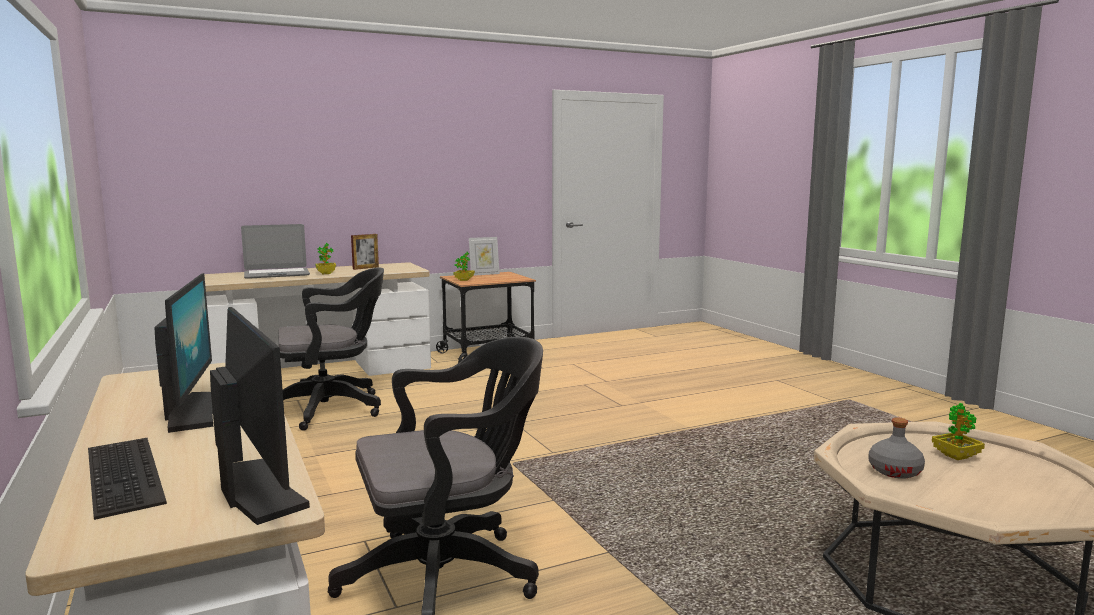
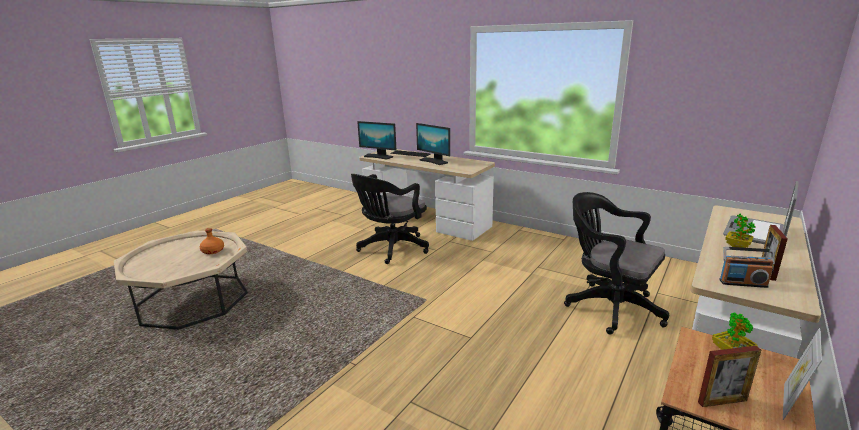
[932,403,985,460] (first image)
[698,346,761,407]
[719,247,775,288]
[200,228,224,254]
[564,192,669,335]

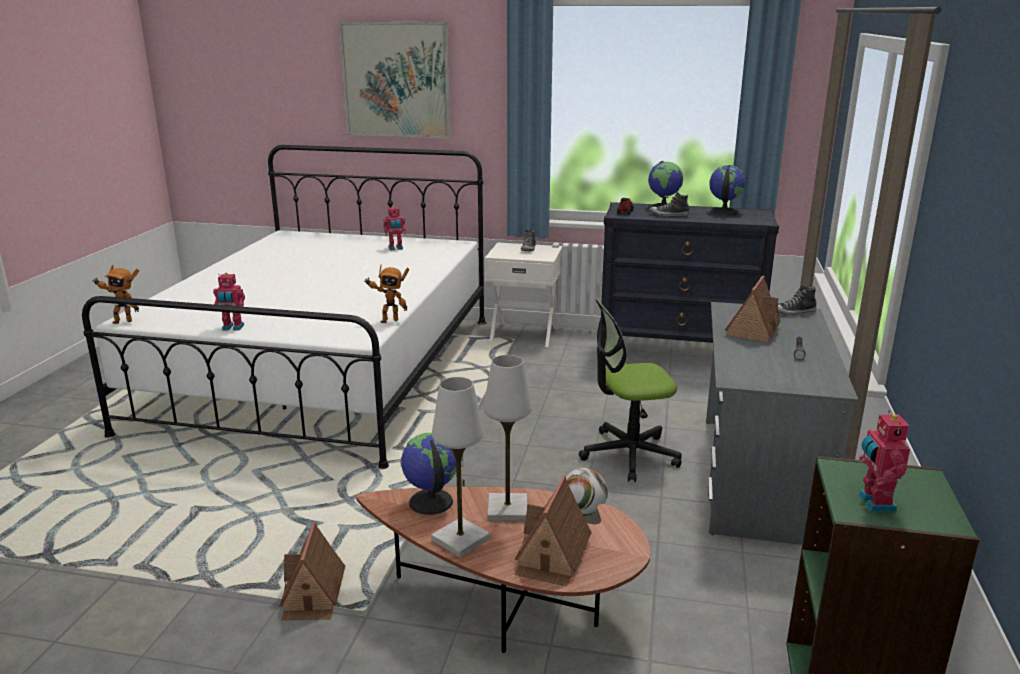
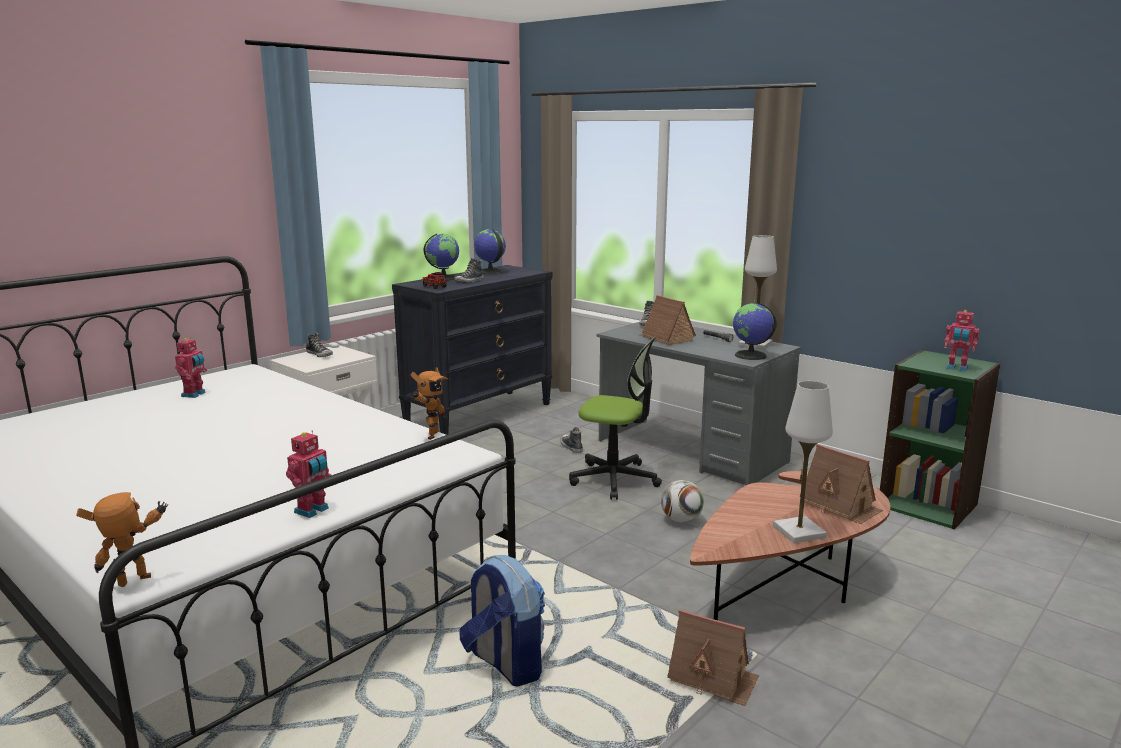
[339,22,451,138] (first image)
[459,555,545,687]
[560,427,583,453]
[733,303,777,360]
[739,235,777,350]
[76,492,168,587]
[569,337,662,500]

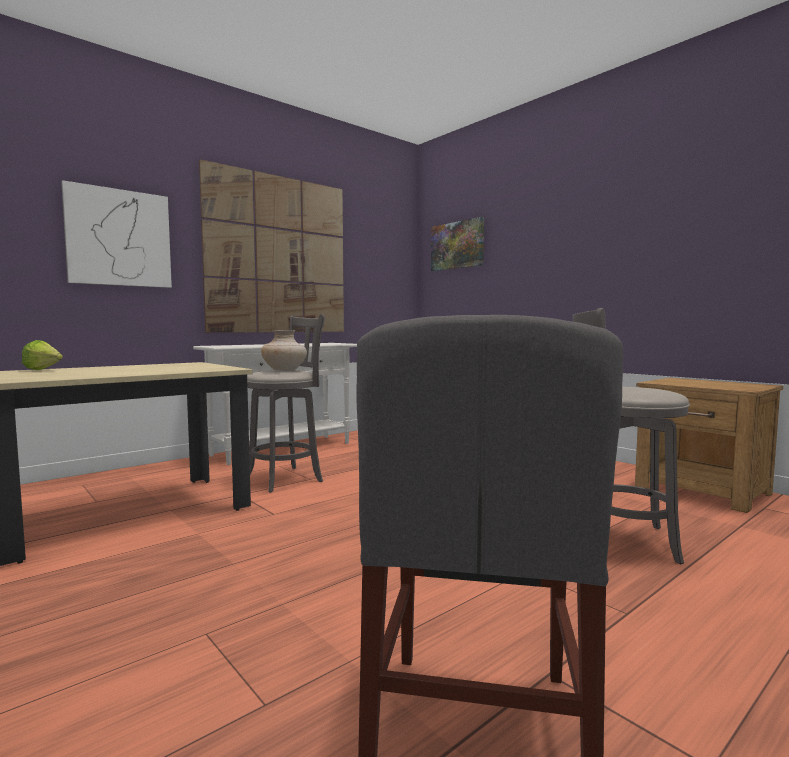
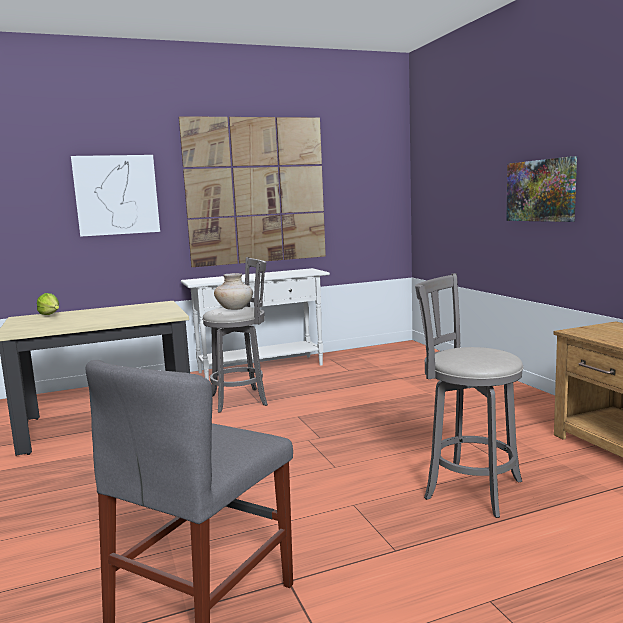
[506,156,577,222]

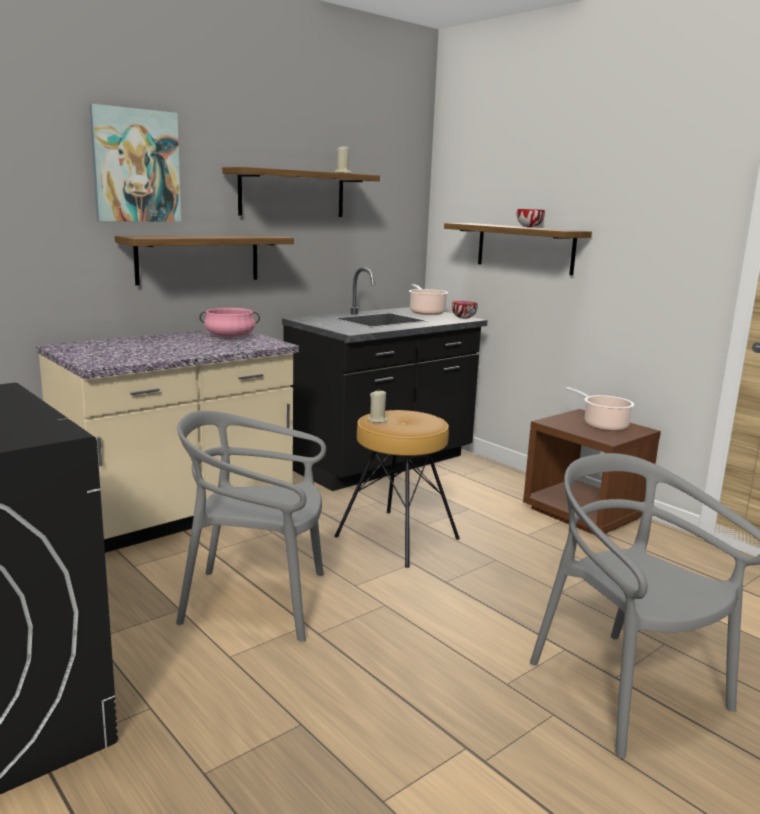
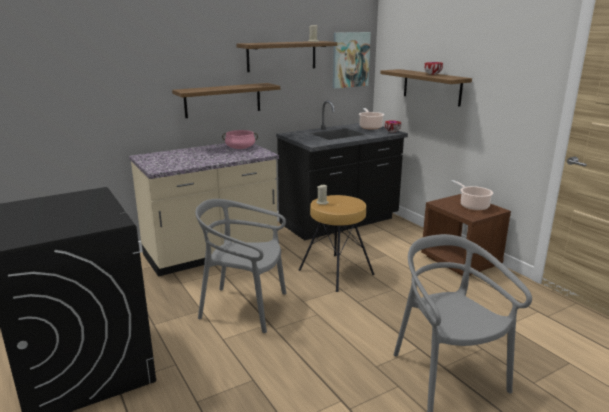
[333,32,371,89]

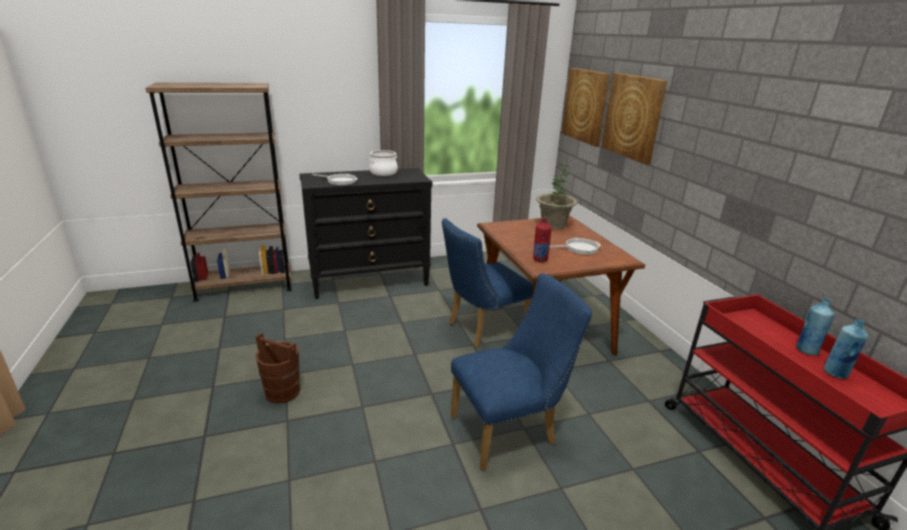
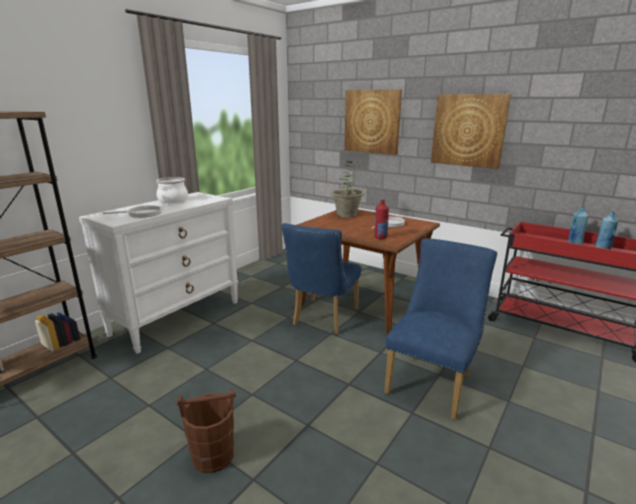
[431,94,511,169]
[79,192,238,354]

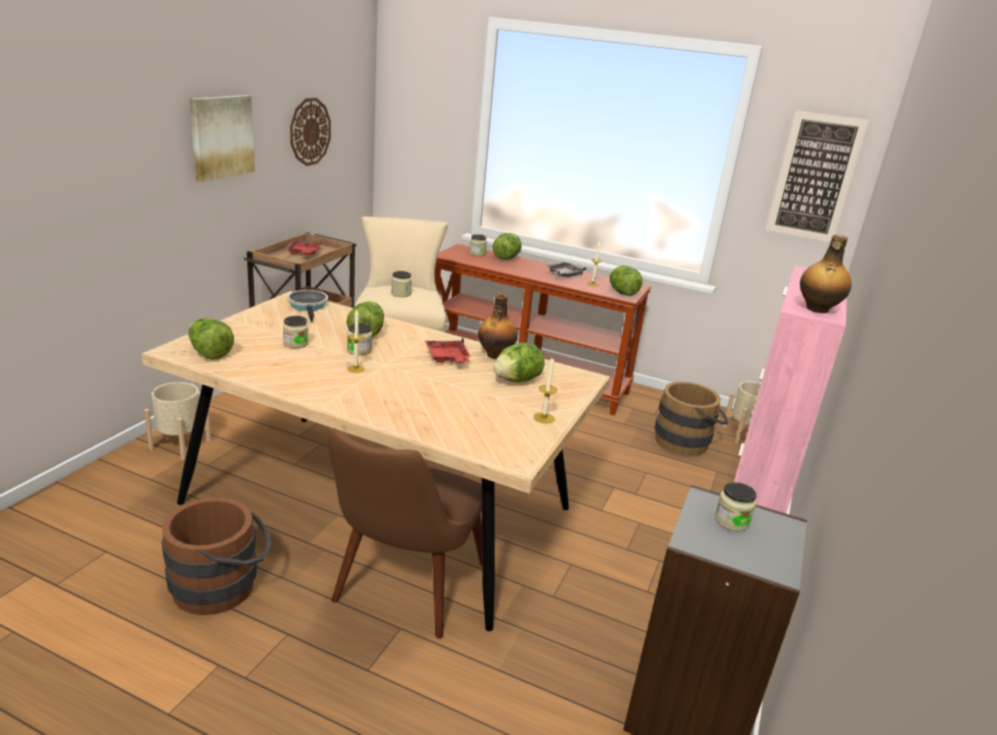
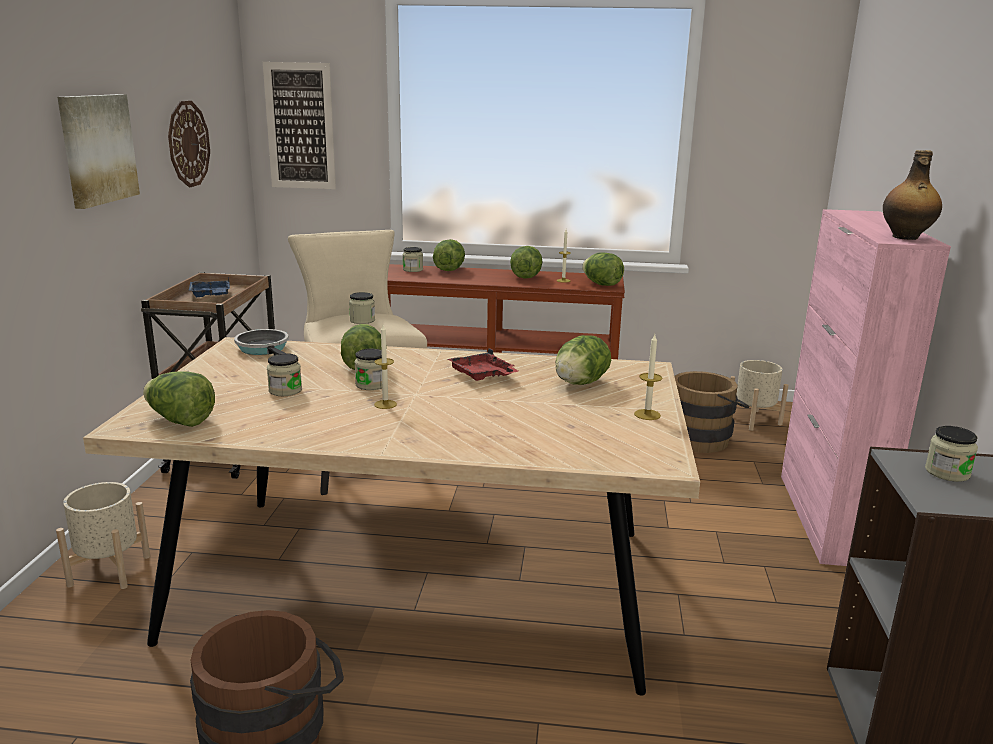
[328,428,482,639] (first image)
[478,293,518,359] (first image)
[263,62,336,189]
[510,246,543,279]
[189,278,230,297]

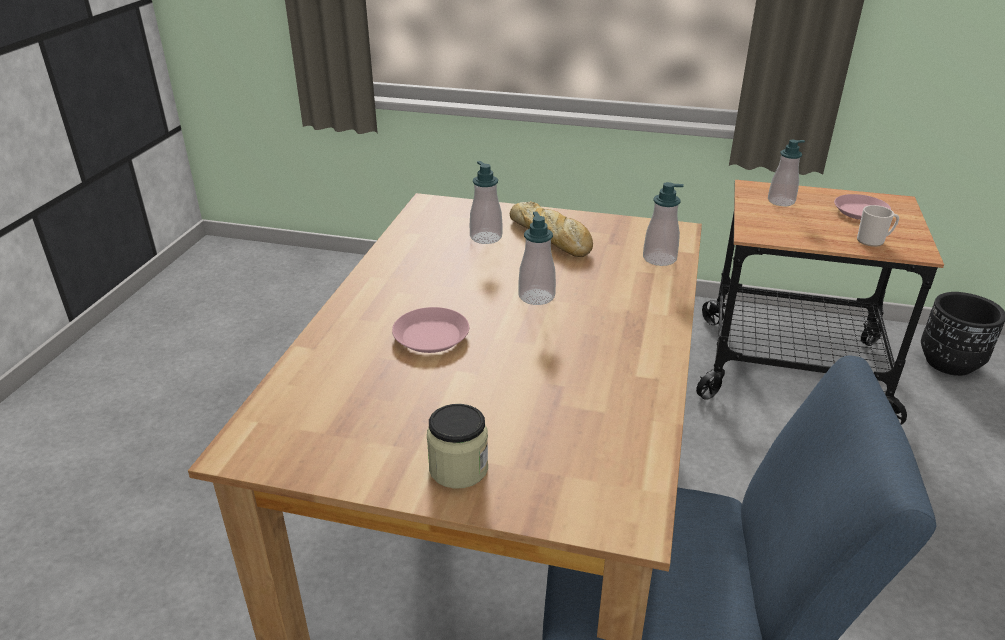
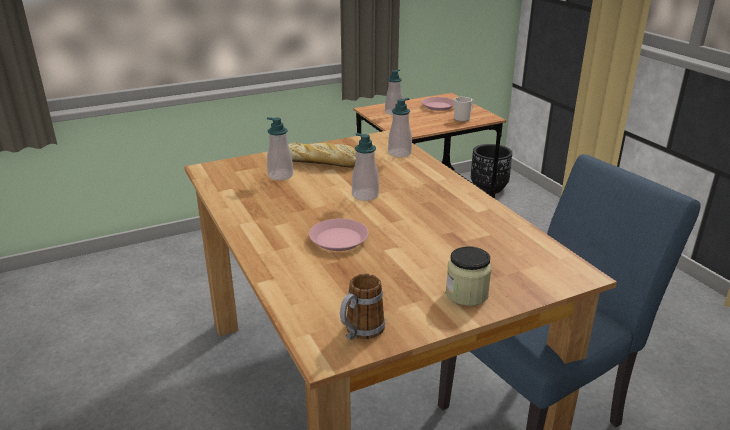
[340,274,385,340]

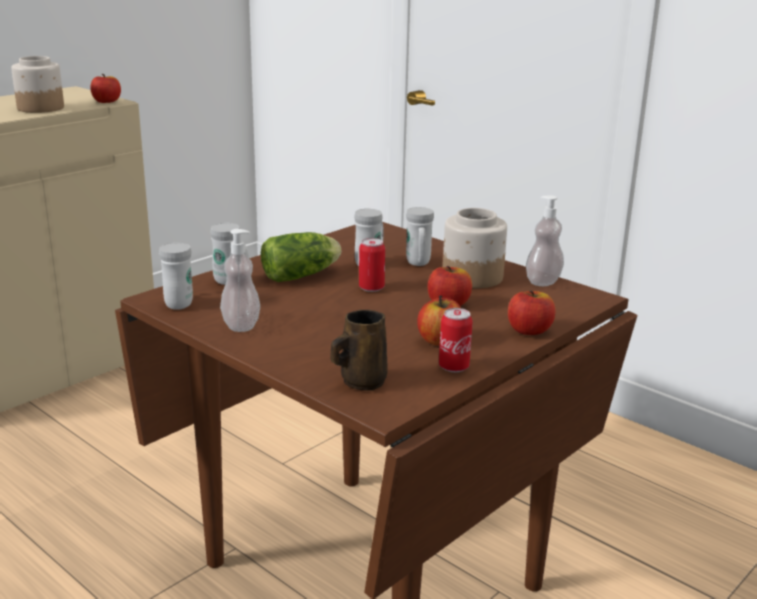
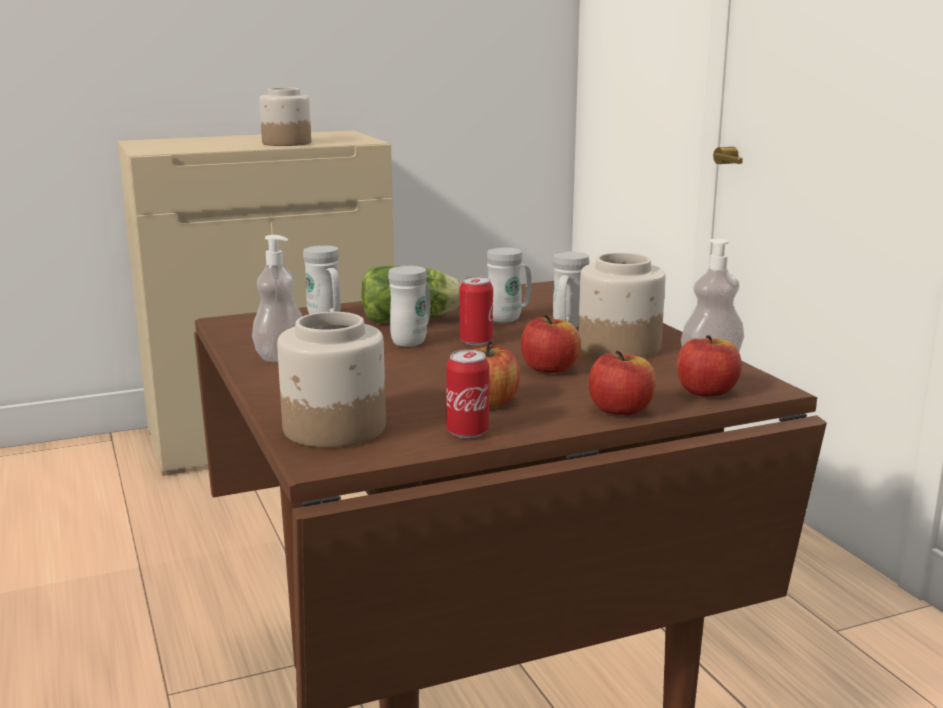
[676,335,742,397]
[388,266,430,347]
[277,312,386,448]

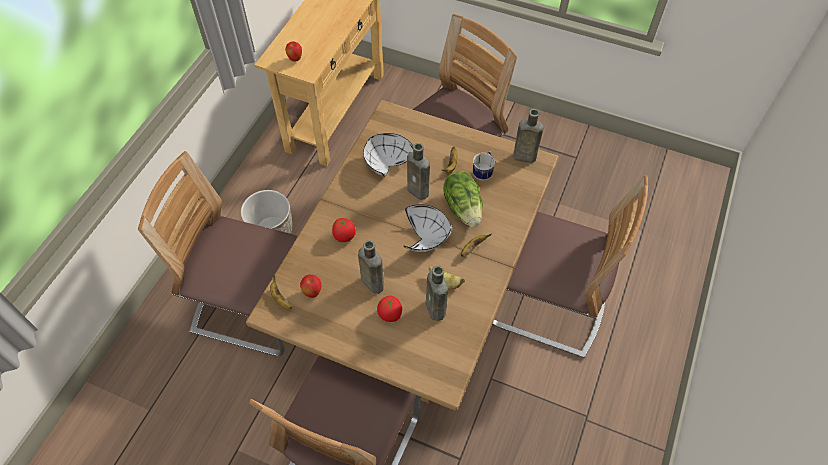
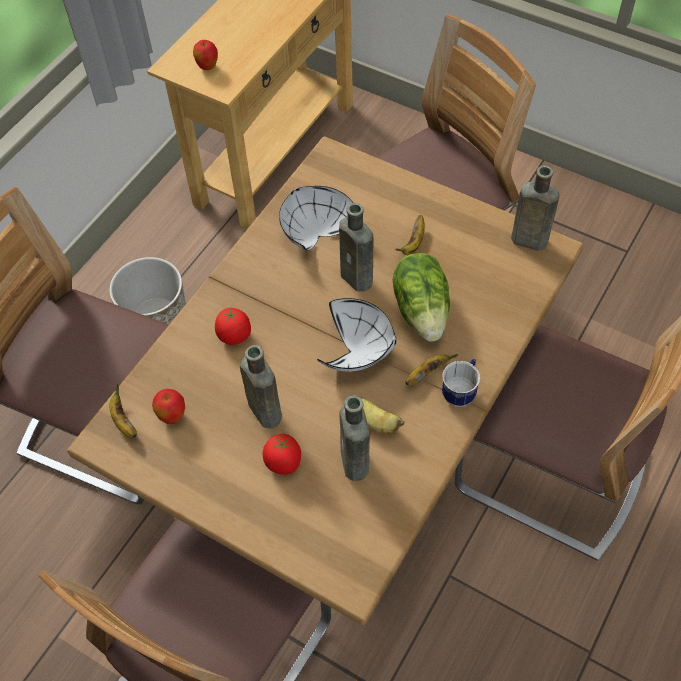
[442,359,480,407]

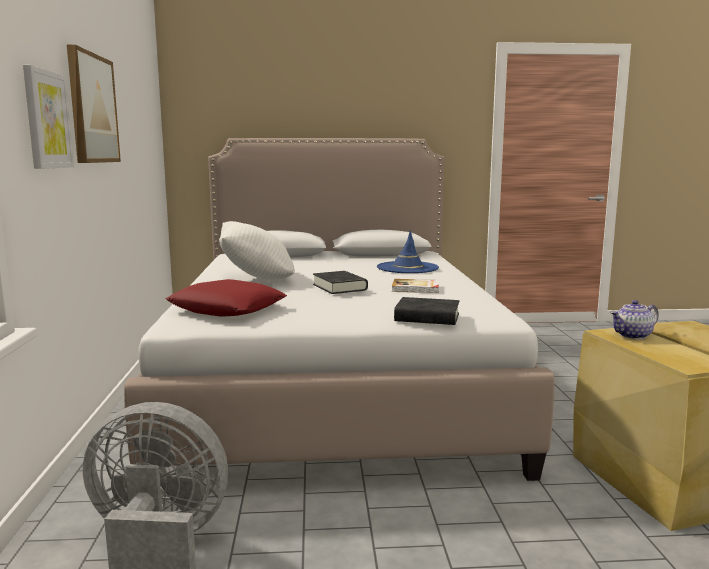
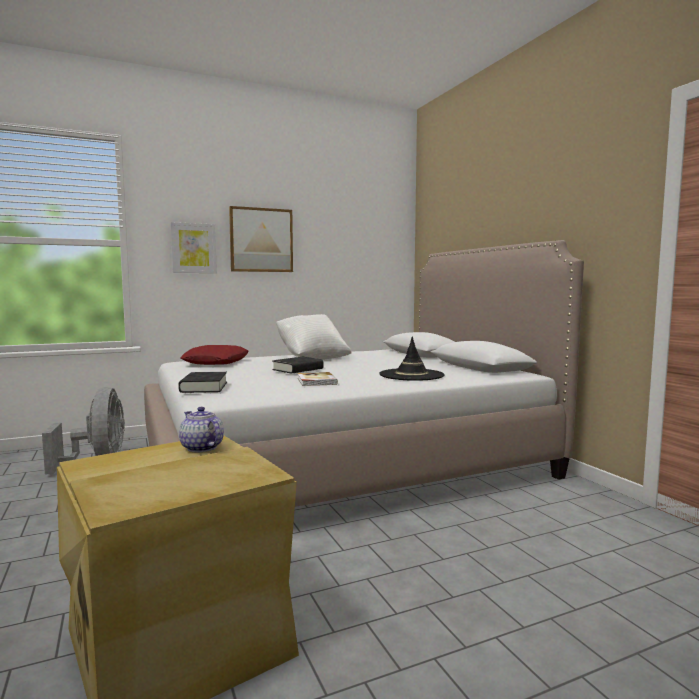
[379,336,445,381]

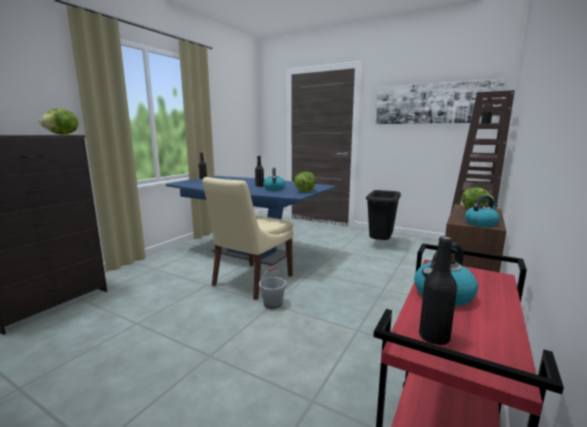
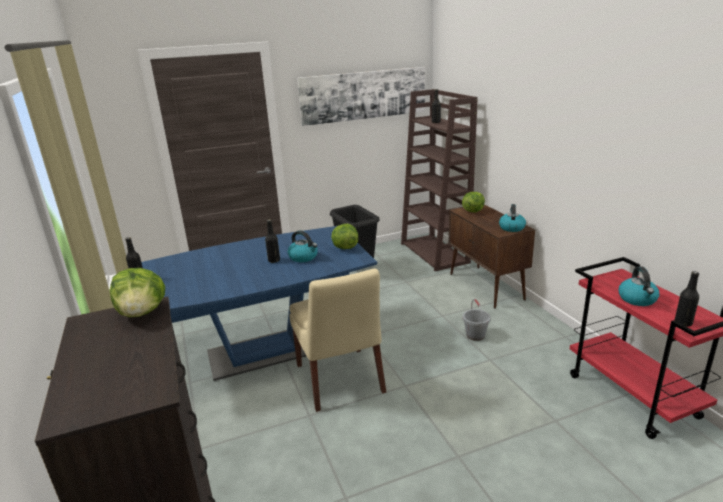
[463,299,491,341]

